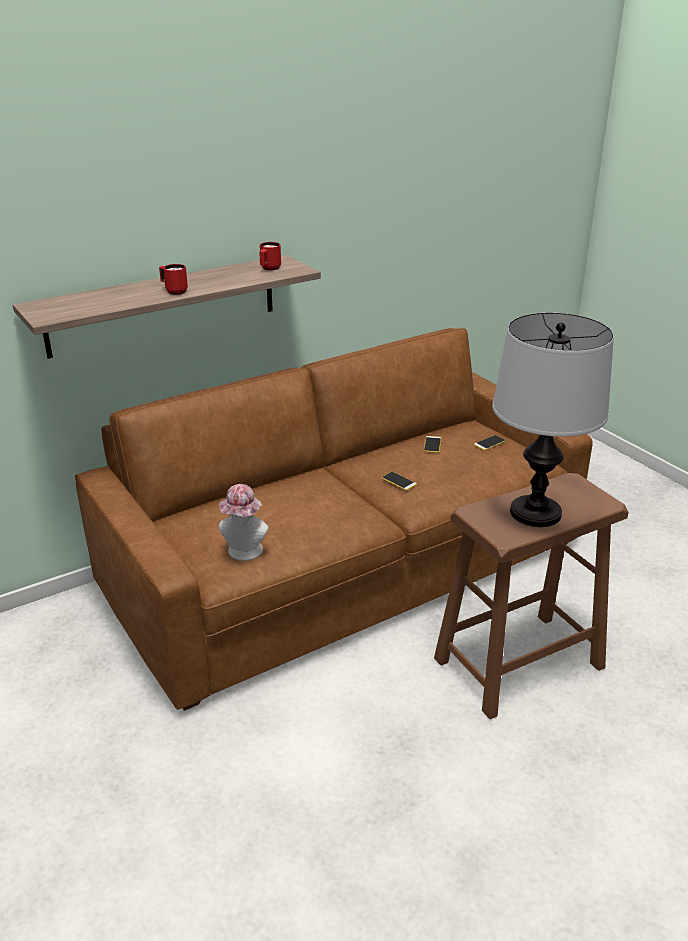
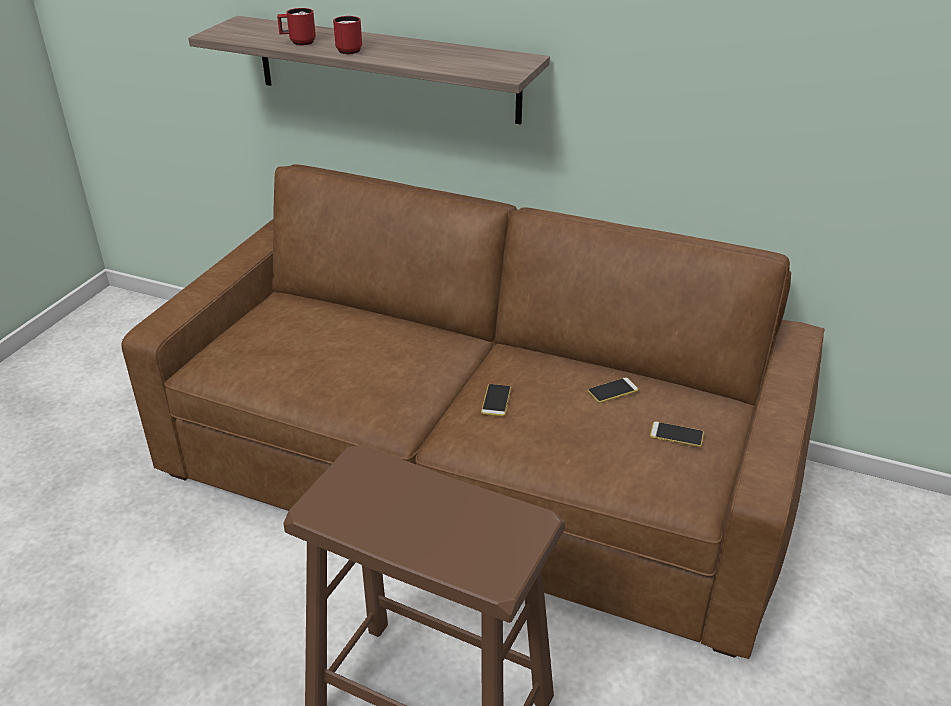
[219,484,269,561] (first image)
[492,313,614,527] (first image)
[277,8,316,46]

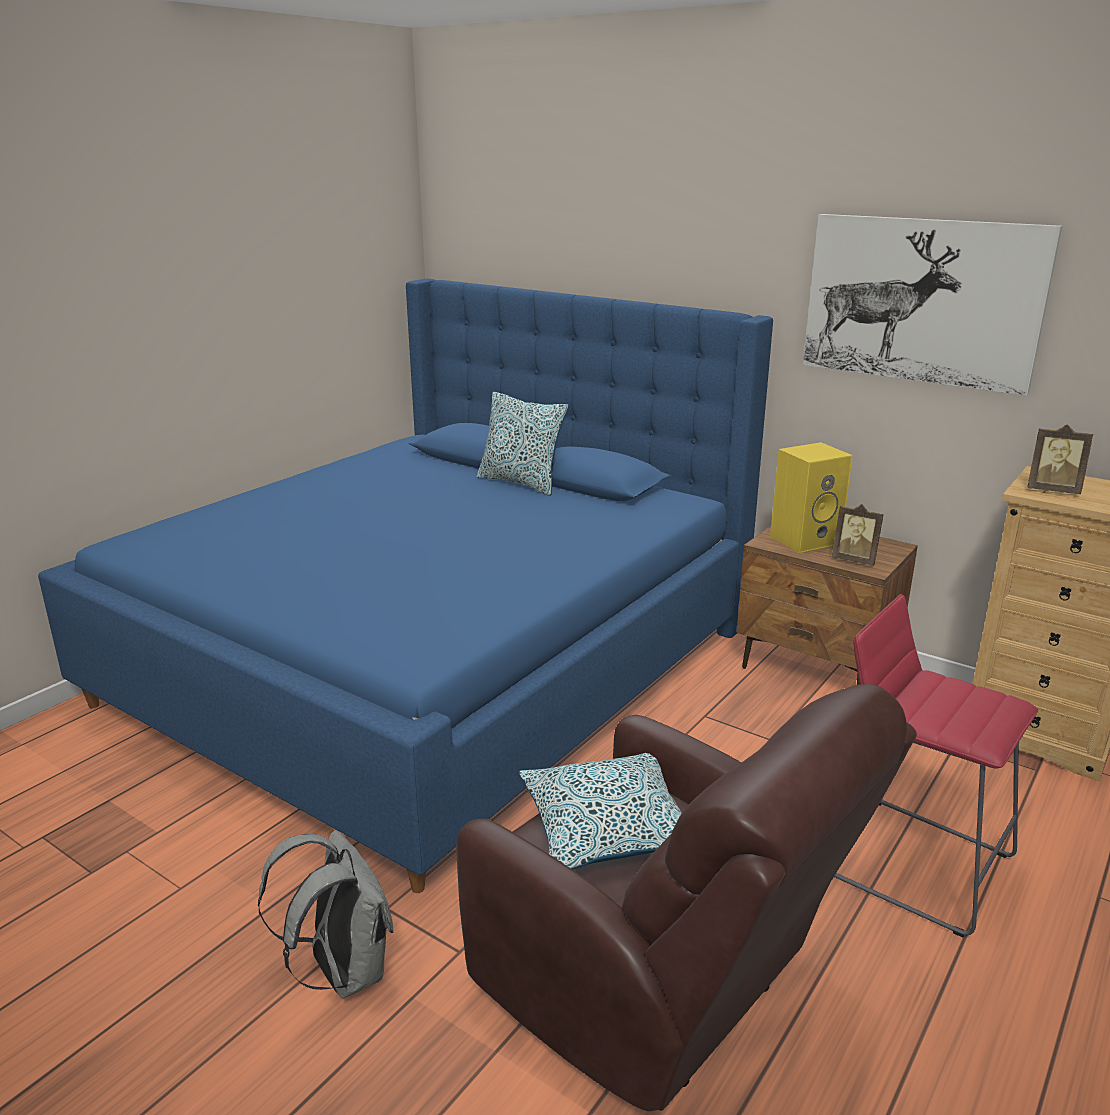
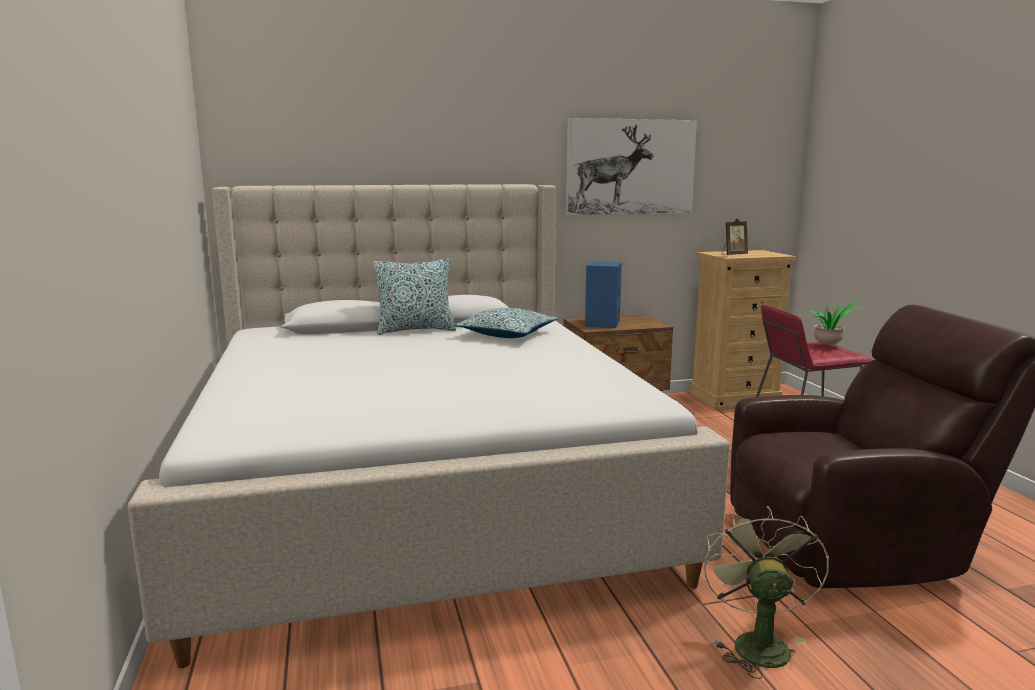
[832,504,884,566] (first image)
[807,301,859,345]
[454,308,558,338]
[704,506,829,679]
[128,184,730,668]
[585,261,622,328]

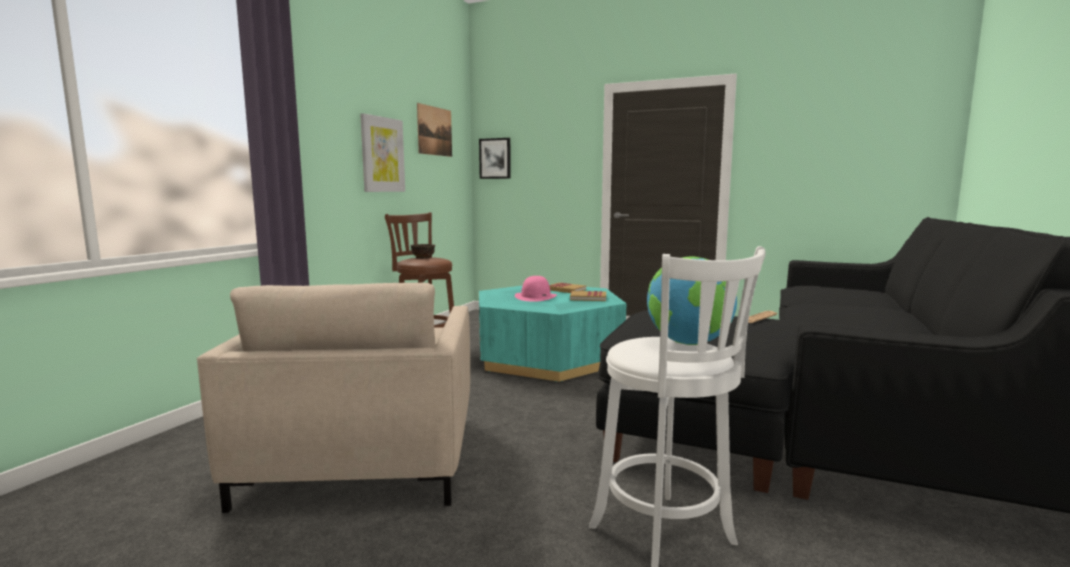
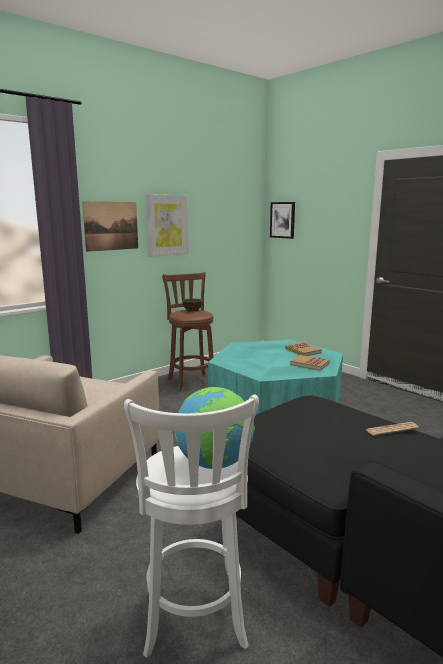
[515,276,557,302] (first image)
[82,202,138,252]

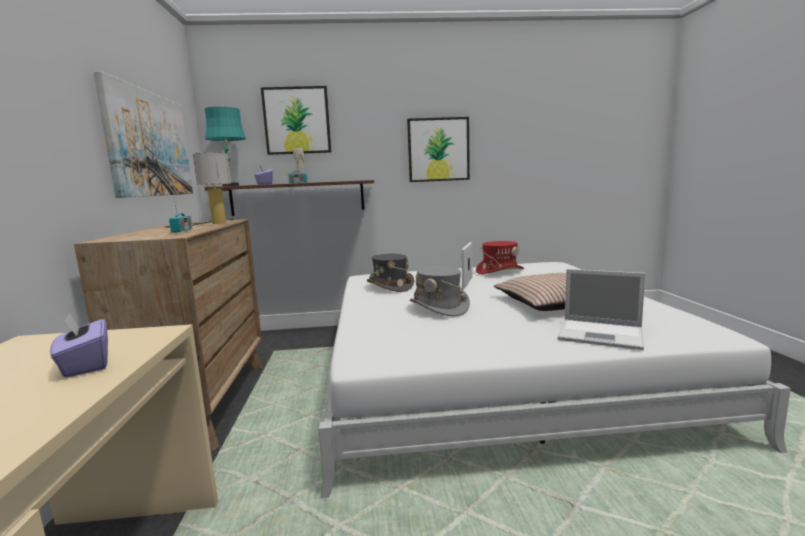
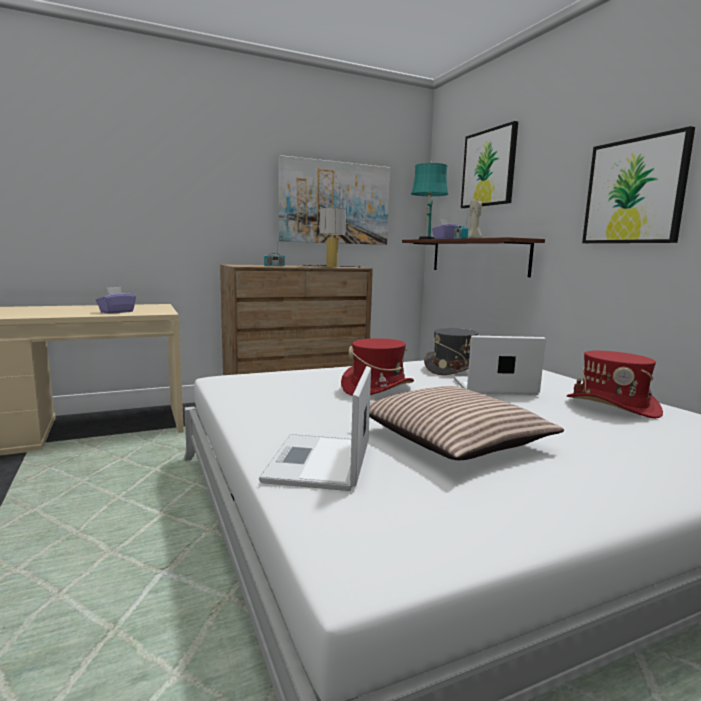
[341,338,414,396]

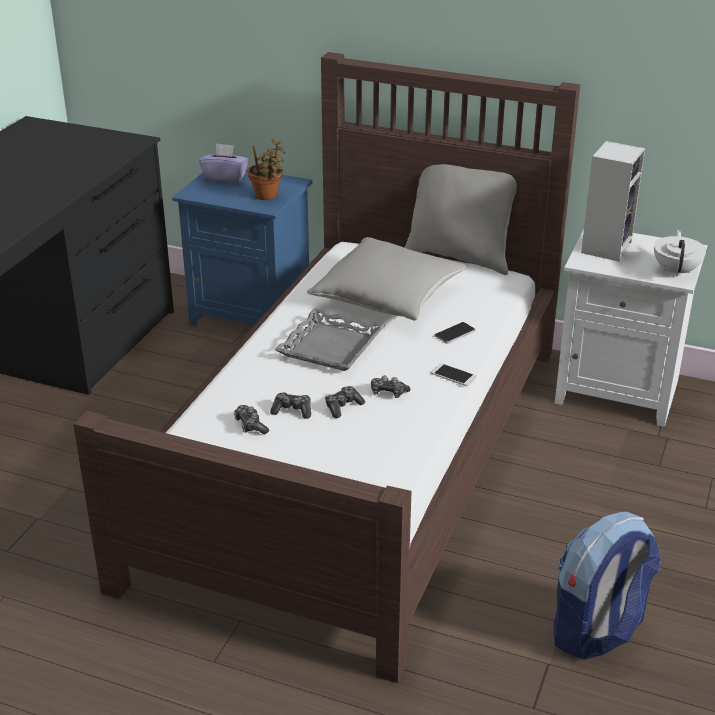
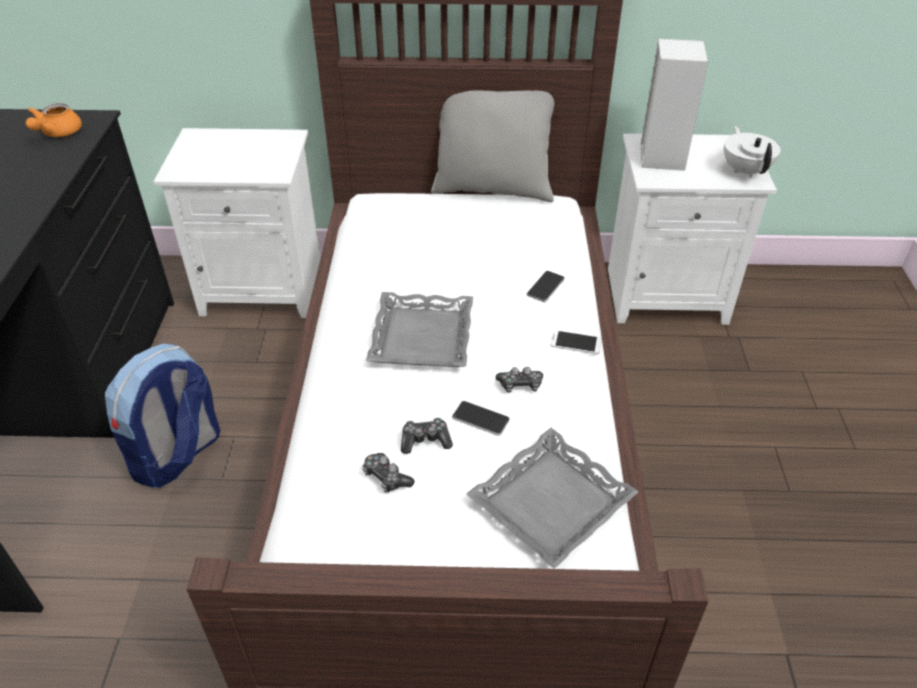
[199,143,249,183] (first image)
[248,139,285,200] (first image)
[307,237,467,320] (first image)
[26,103,82,137]
[466,428,639,569]
[105,344,220,488]
[452,401,510,436]
[153,128,321,318]

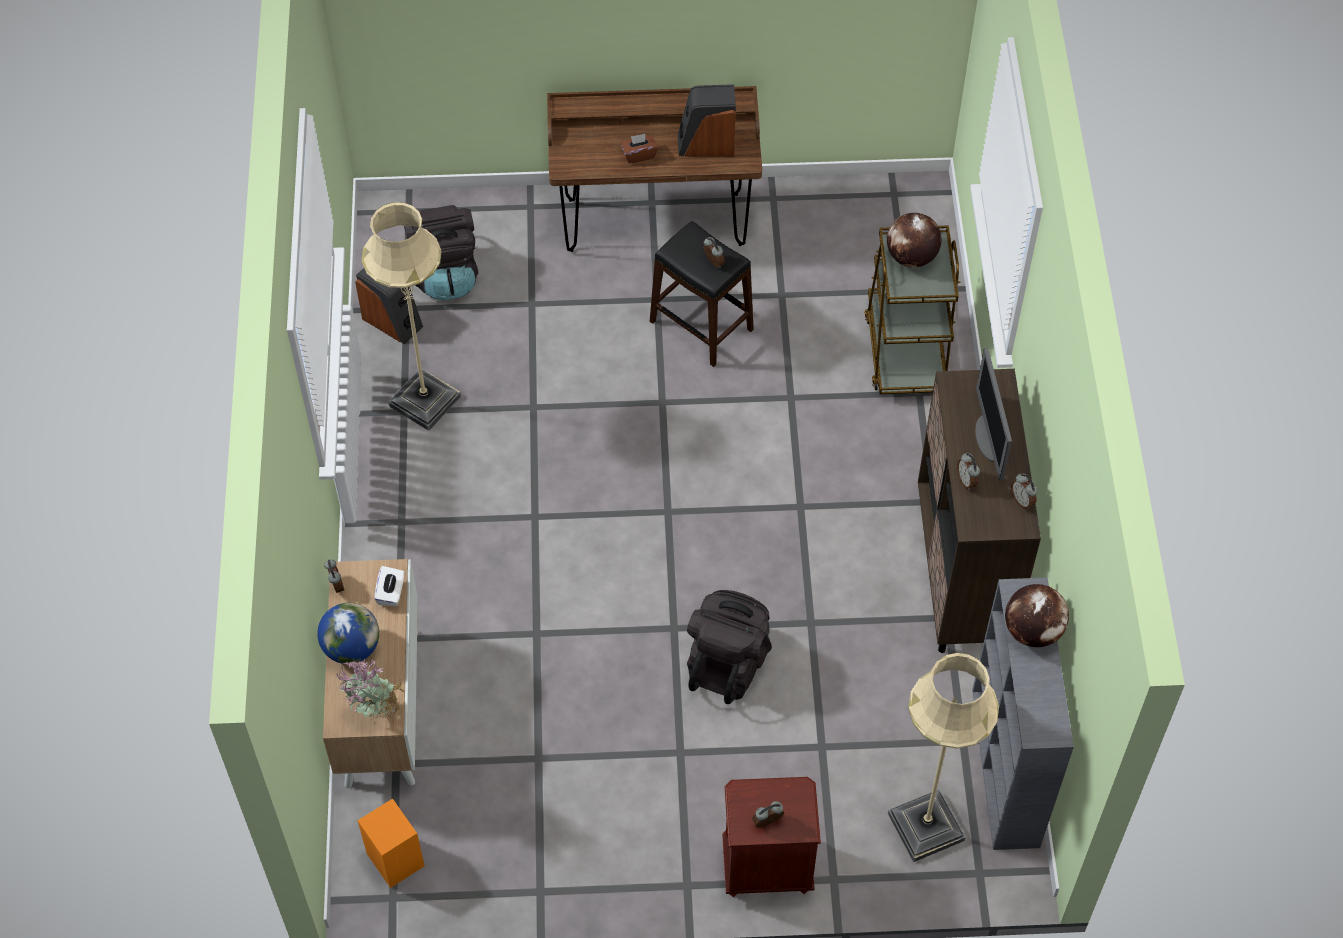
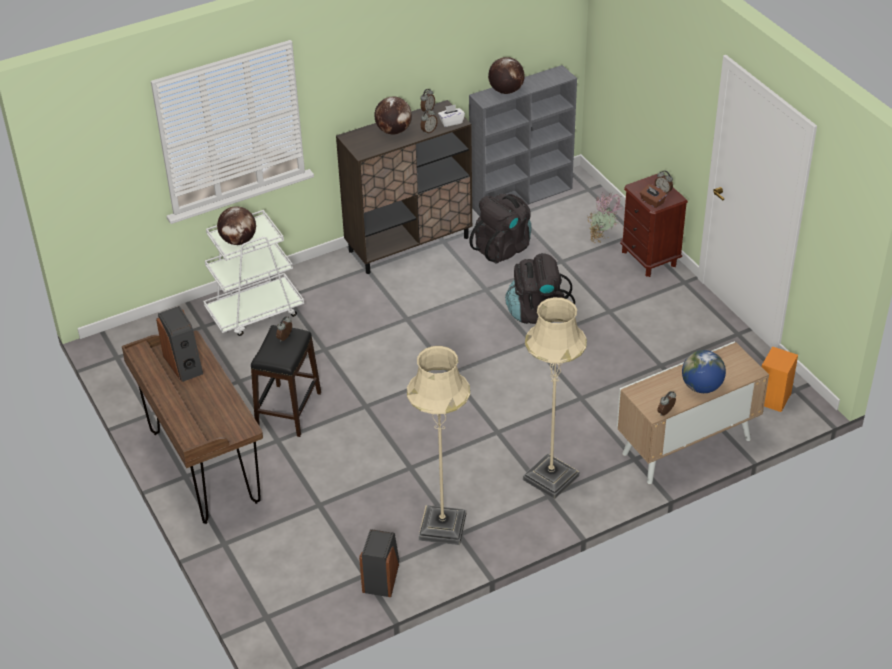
[588,193,623,243]
[438,105,465,127]
[469,194,531,264]
[640,184,667,208]
[523,297,587,499]
[374,97,412,135]
[203,210,304,336]

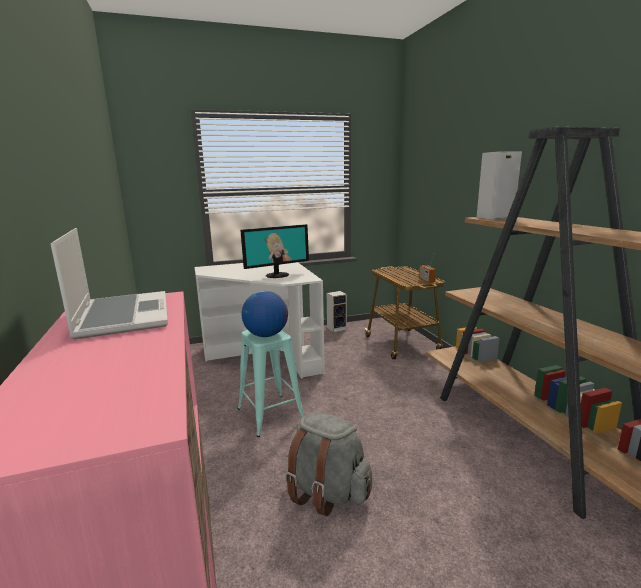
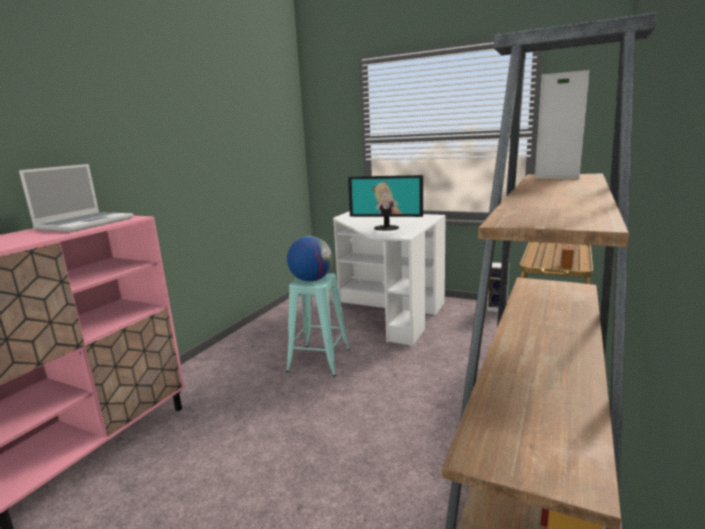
[285,412,372,516] (first image)

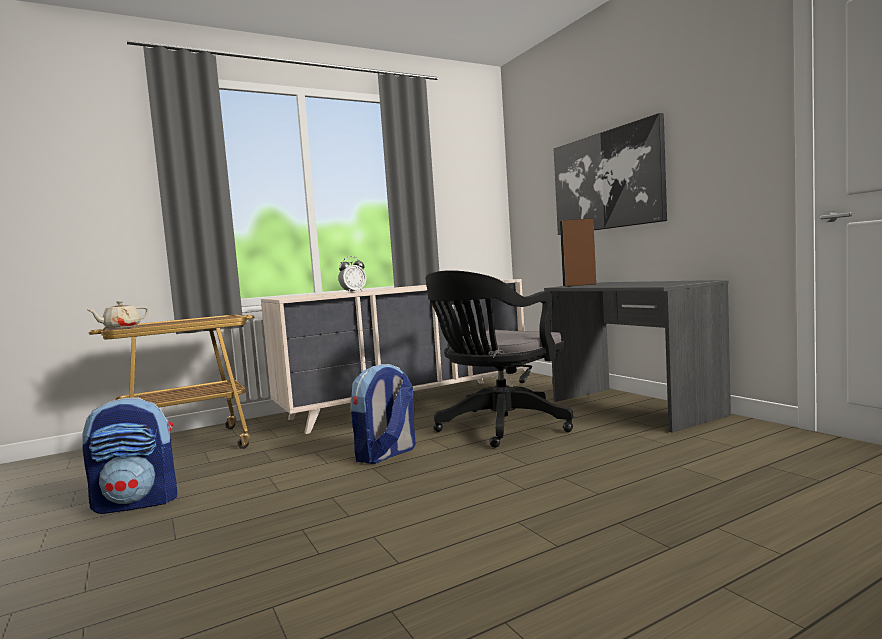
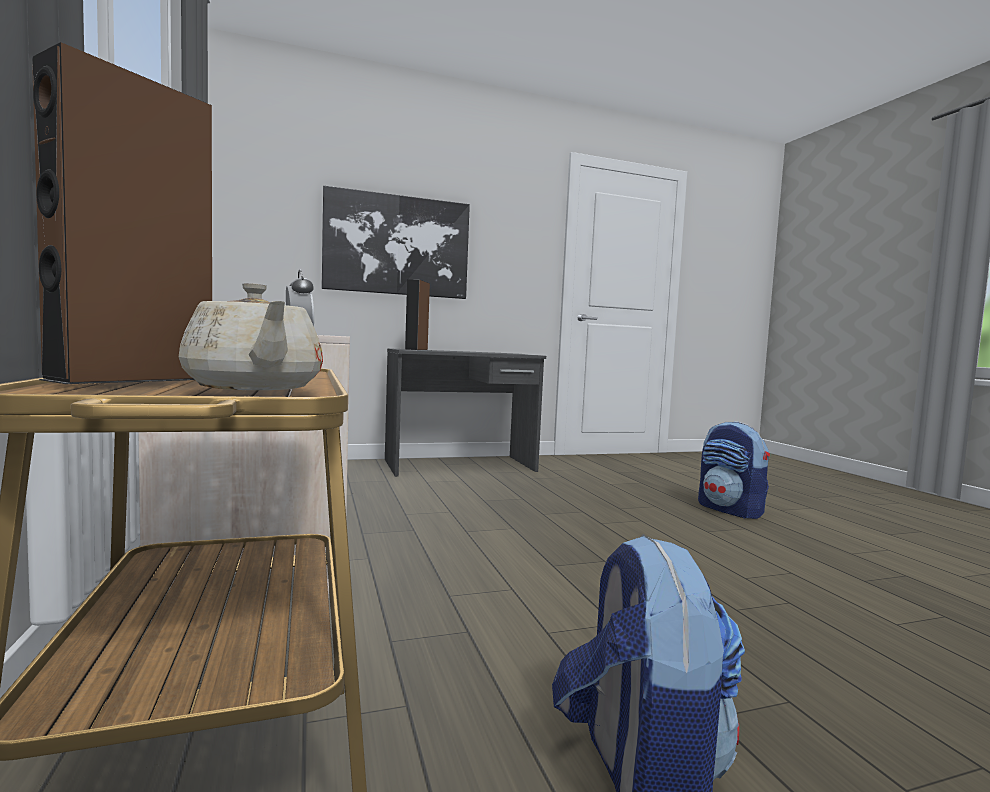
[425,270,573,448] (first image)
[32,42,212,384]
[698,422,770,519]

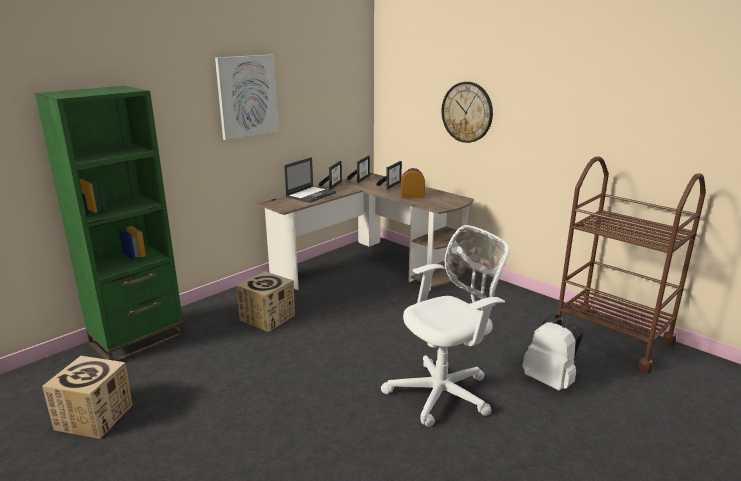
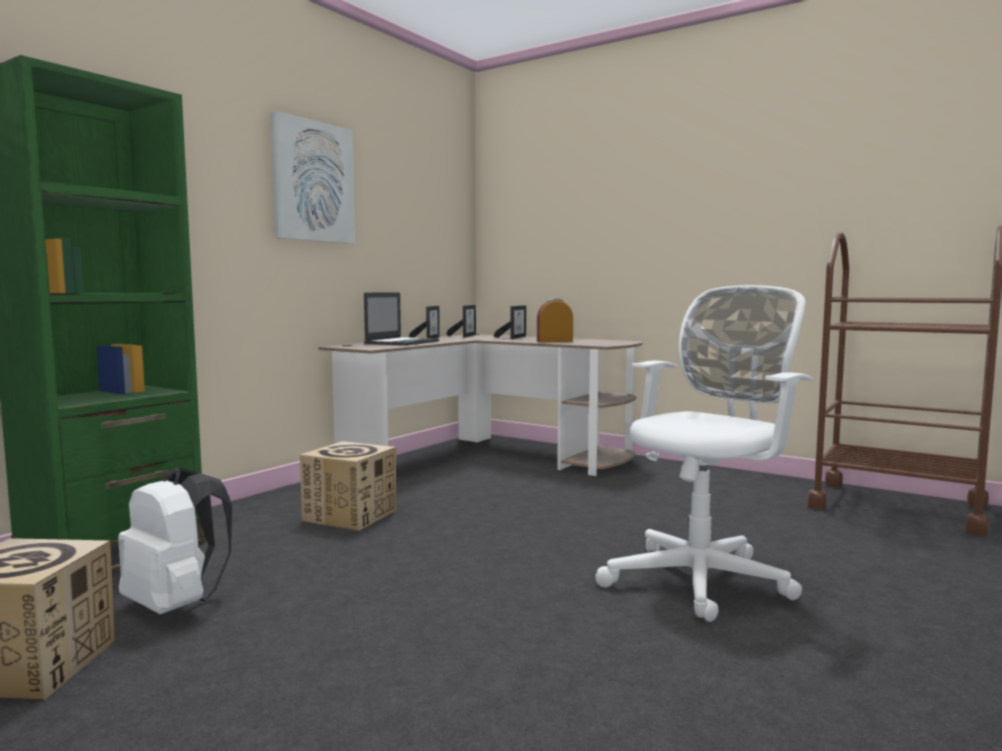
[441,82,493,143] (first image)
[118,467,232,614]

